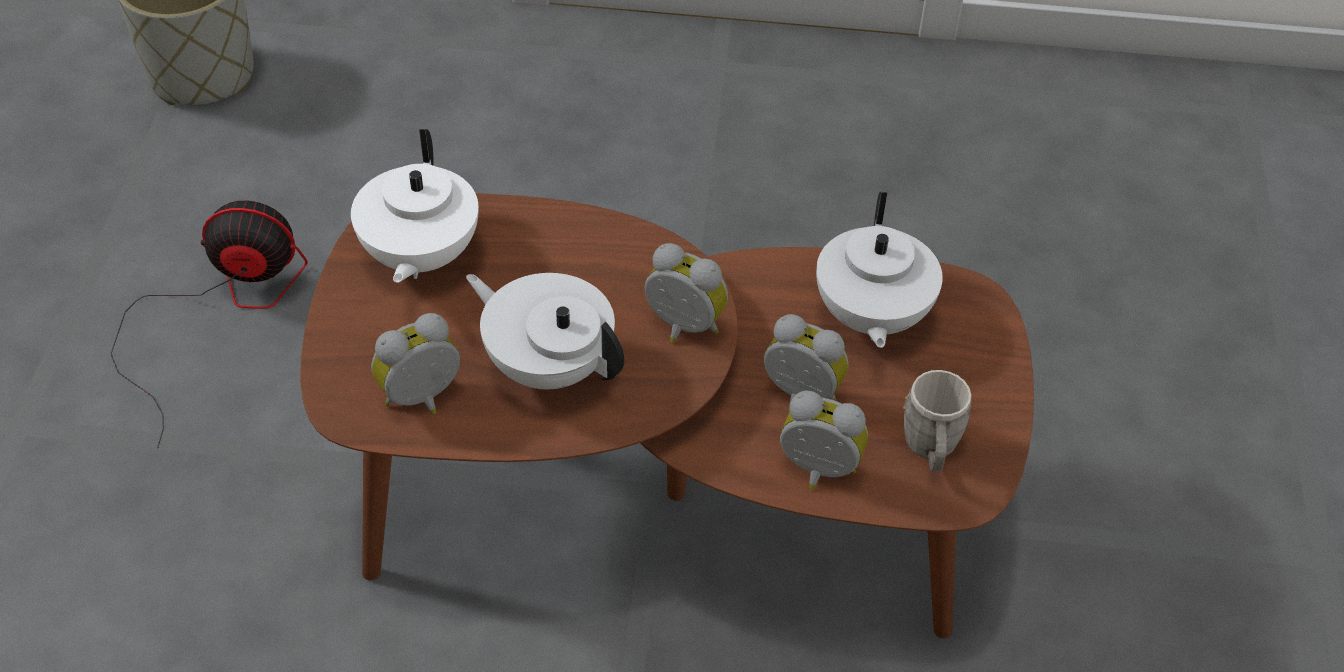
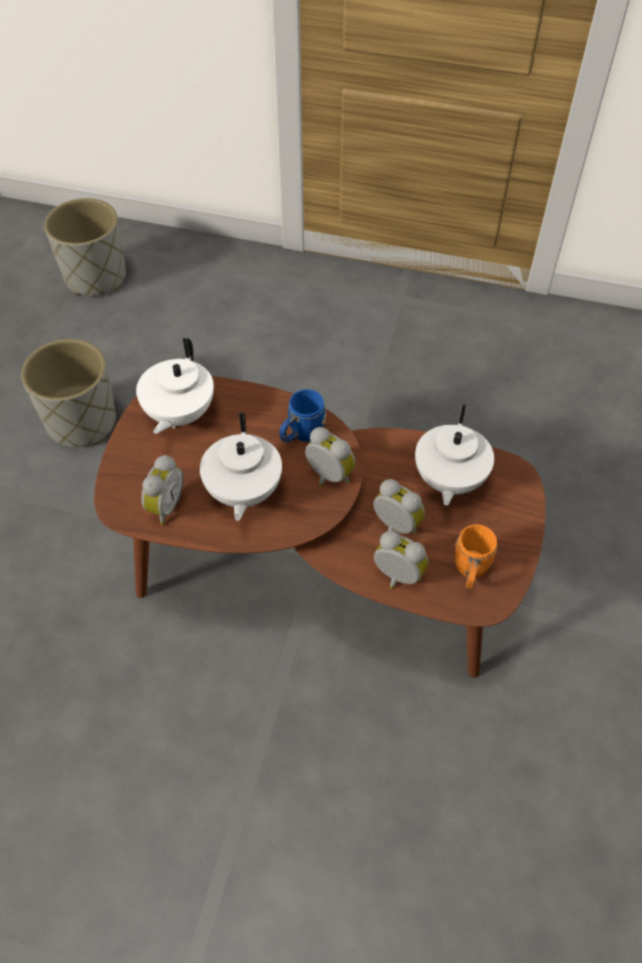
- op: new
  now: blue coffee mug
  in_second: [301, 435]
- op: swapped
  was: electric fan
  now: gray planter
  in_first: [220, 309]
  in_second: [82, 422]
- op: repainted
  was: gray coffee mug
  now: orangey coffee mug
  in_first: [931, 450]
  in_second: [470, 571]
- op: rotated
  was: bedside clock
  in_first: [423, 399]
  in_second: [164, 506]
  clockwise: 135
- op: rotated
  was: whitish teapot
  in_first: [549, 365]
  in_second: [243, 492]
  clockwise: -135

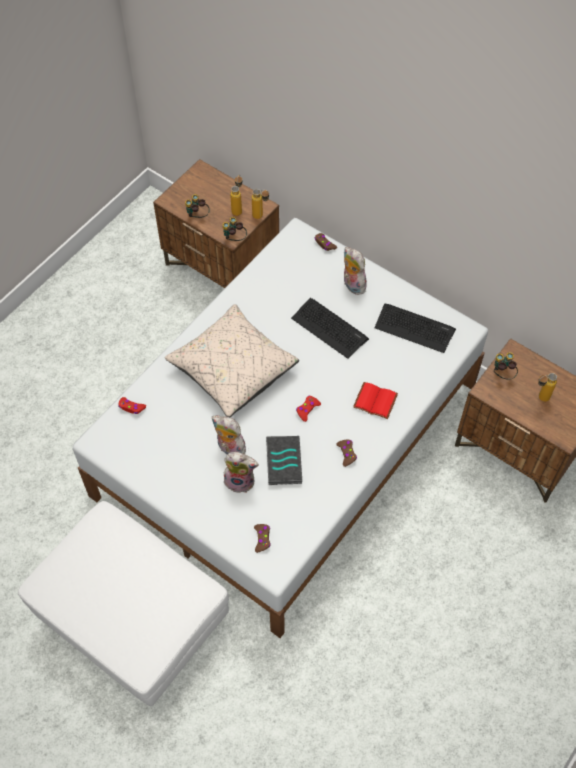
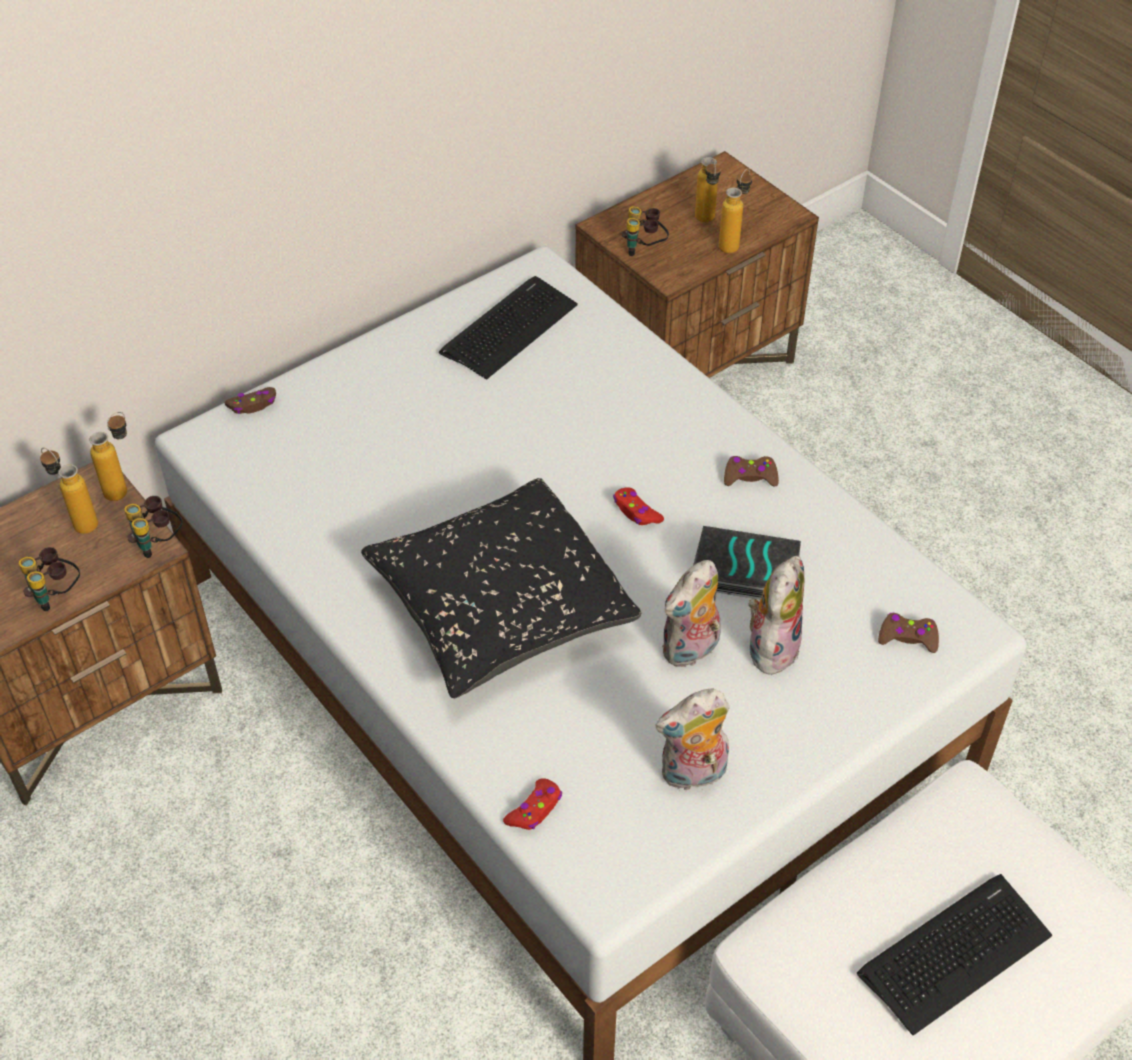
- op: gone
  was: reddish book
  in_first: [376, 400]
- op: new
  now: bottle
  in_second: [733, 243]
- op: shifted
  was: computer keyboard
  in_first: [329, 328]
  in_second: [954, 953]
- op: shifted
  was: plush toy
  in_first: [352, 285]
  in_second: [693, 775]
- op: repainted
  was: beige pillow
  now: black-coloured pillow
  in_first: [232, 369]
  in_second: [500, 609]

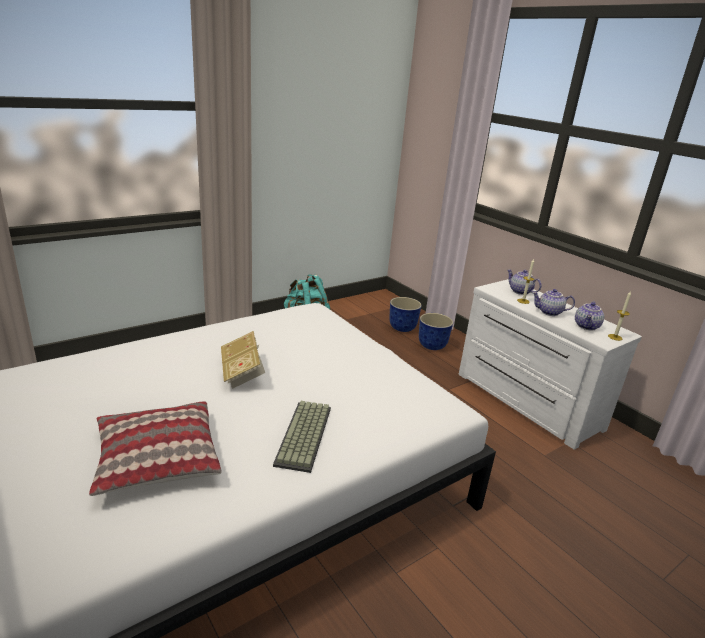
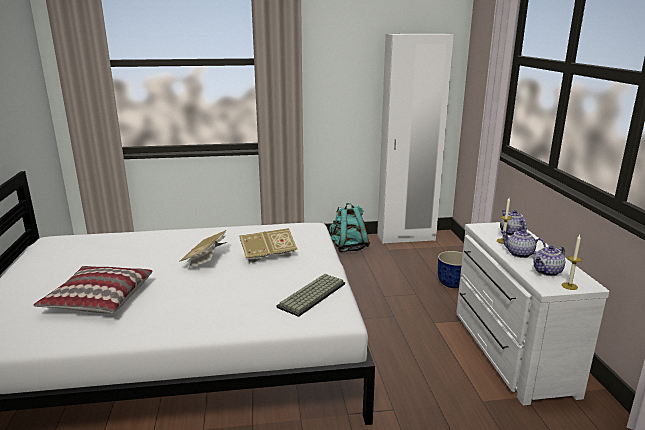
- op: gone
  was: planter
  in_first: [403, 328]
- op: new
  now: book
  in_second: [268, 256]
- op: new
  now: whitish wardrobe
  in_second: [406, 238]
- op: shifted
  was: computer keyboard
  in_first: [305, 436]
  in_second: [312, 296]

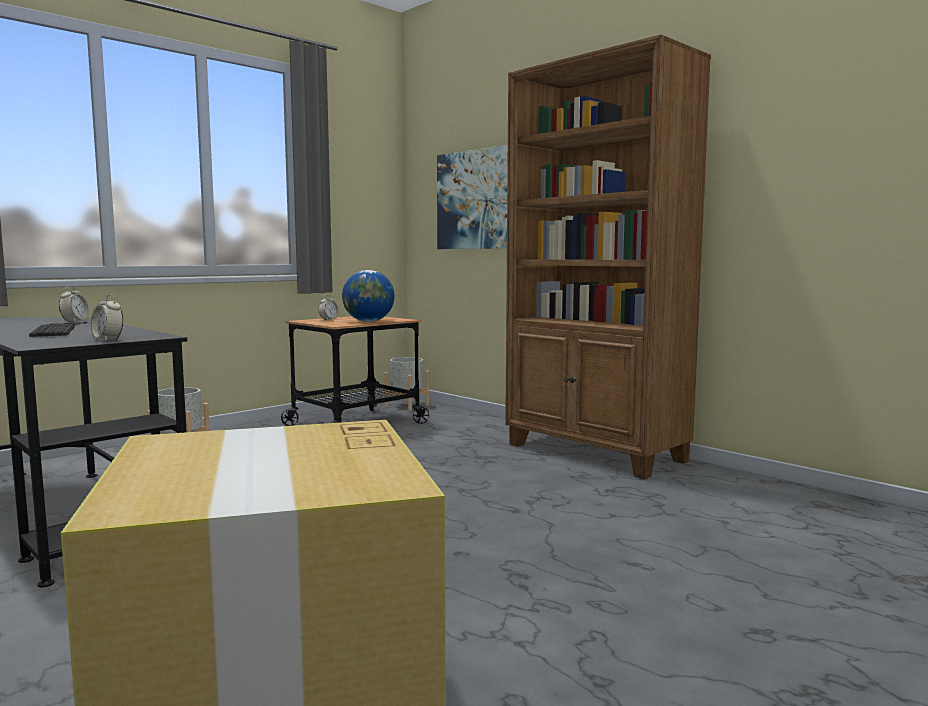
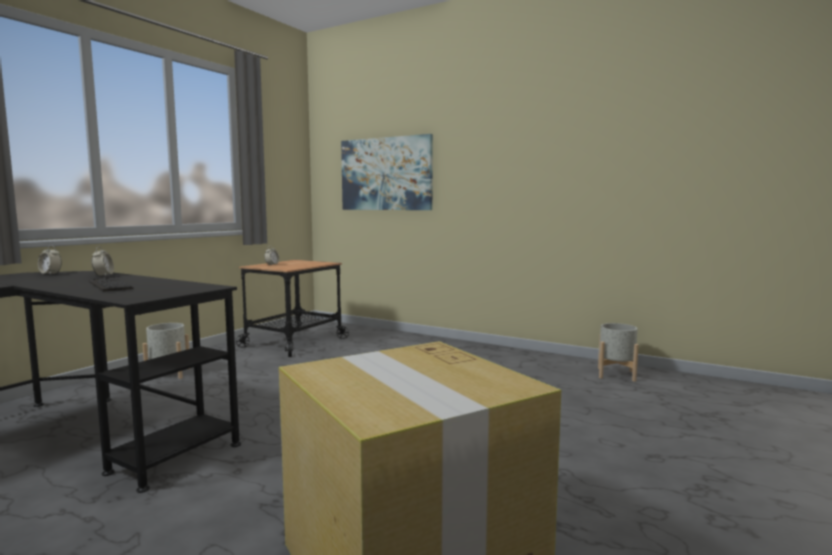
- op: gone
  was: world globe
  in_first: [368, 321]
- op: gone
  was: brown-coloured shelving unit
  in_first: [595, 453]
- op: shifted
  was: bedside clock
  in_first: [108, 340]
  in_second: [50, 274]
- op: shifted
  was: gray planter
  in_first: [407, 406]
  in_second: [616, 374]

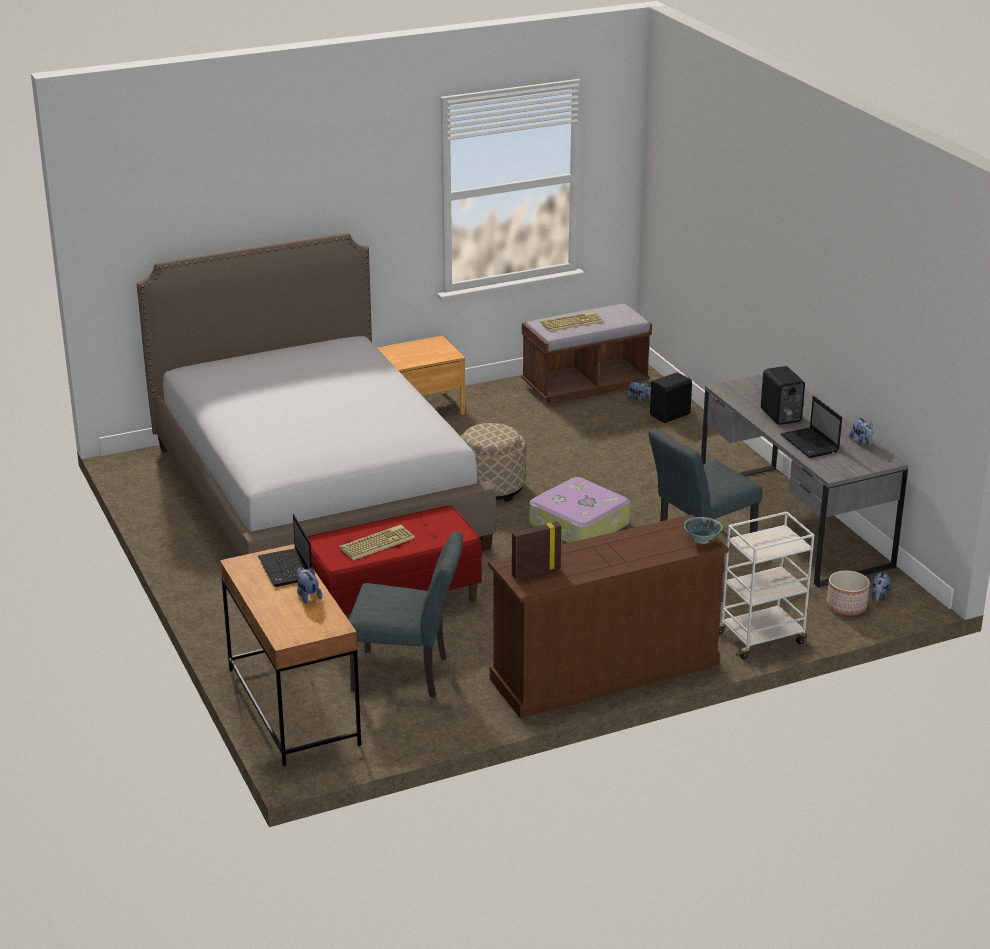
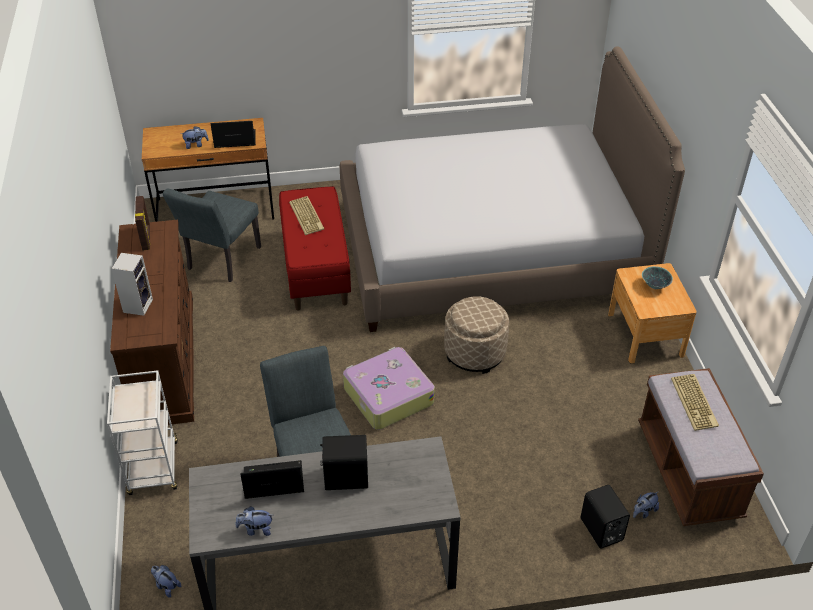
- op: gone
  was: planter
  in_first: [847, 607]
- op: new
  now: audio speaker
  in_second: [138, 305]
- op: shifted
  was: serving bowl
  in_first: [702, 540]
  in_second: [654, 286]

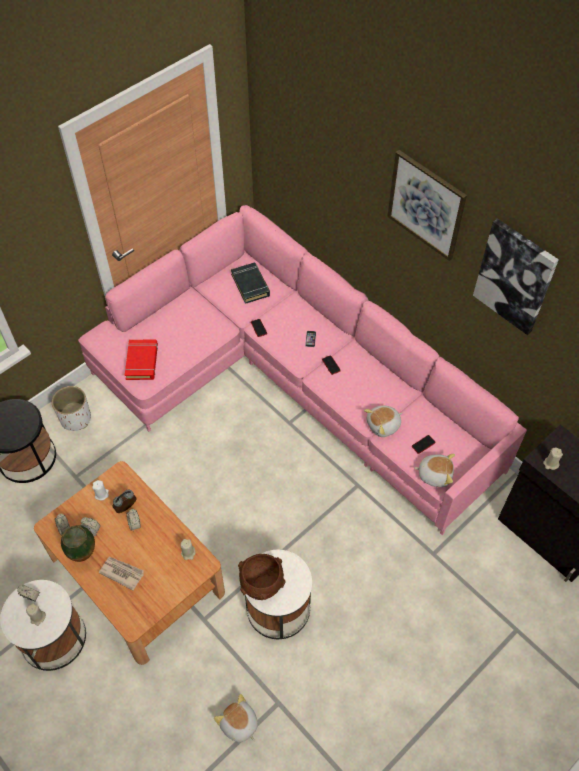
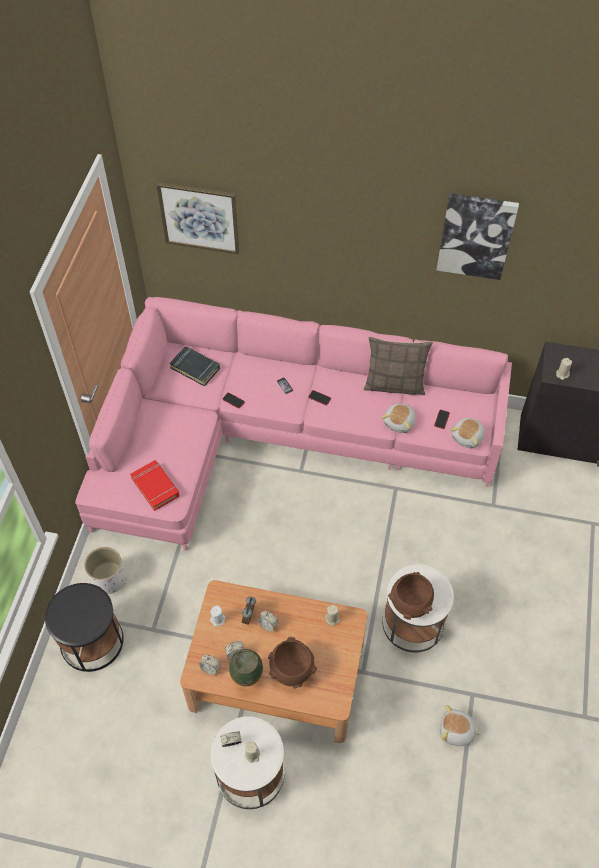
- op: new
  now: pillow
  in_second: [394, 384]
- op: shifted
  was: picture
  in_first: [426, 205]
  in_second: [199, 217]
- op: swapped
  was: daily paper
  now: brown-coloured serving bowl
  in_first: [121, 572]
  in_second: [291, 670]
- op: rotated
  was: plush toy
  in_first: [434, 474]
  in_second: [468, 437]
  clockwise: 150

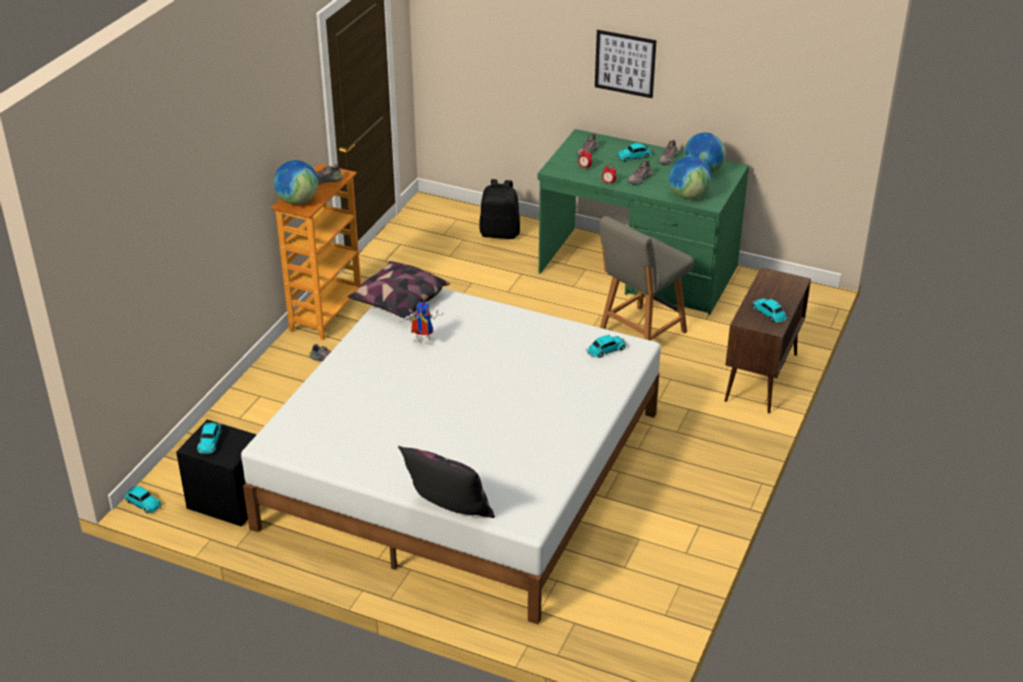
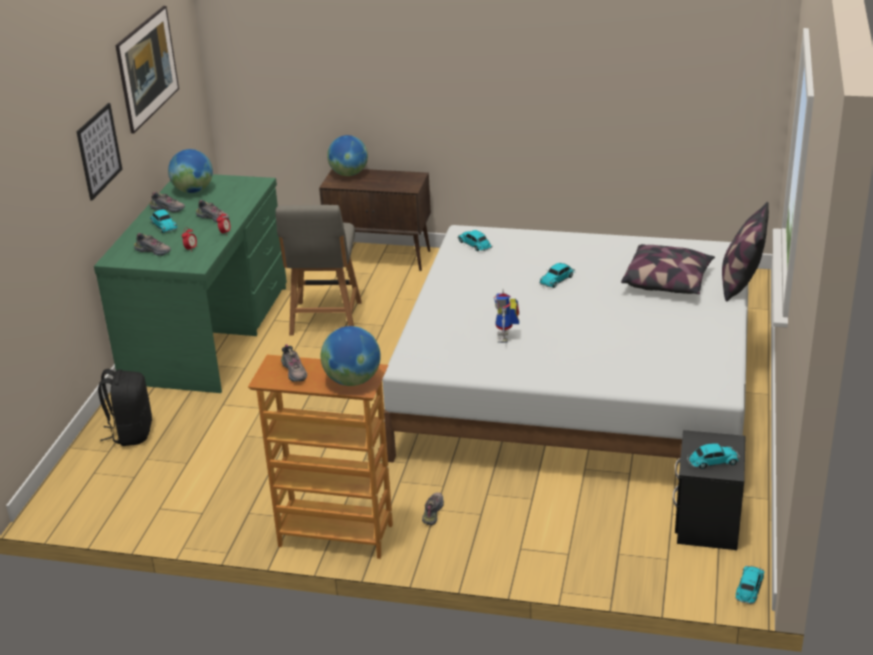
- op: new
  now: picture
  in_second: [151, 89]
- op: shifted
  was: pillow
  in_first: [399, 302]
  in_second: [667, 282]
- op: shifted
  was: world globe
  in_first: [688, 195]
  in_second: [348, 174]
- op: shifted
  was: model car
  in_first: [769, 314]
  in_second: [557, 279]
- op: rotated
  was: gray plain chair
  in_first: [640, 333]
  in_second: [325, 320]
  clockwise: 60

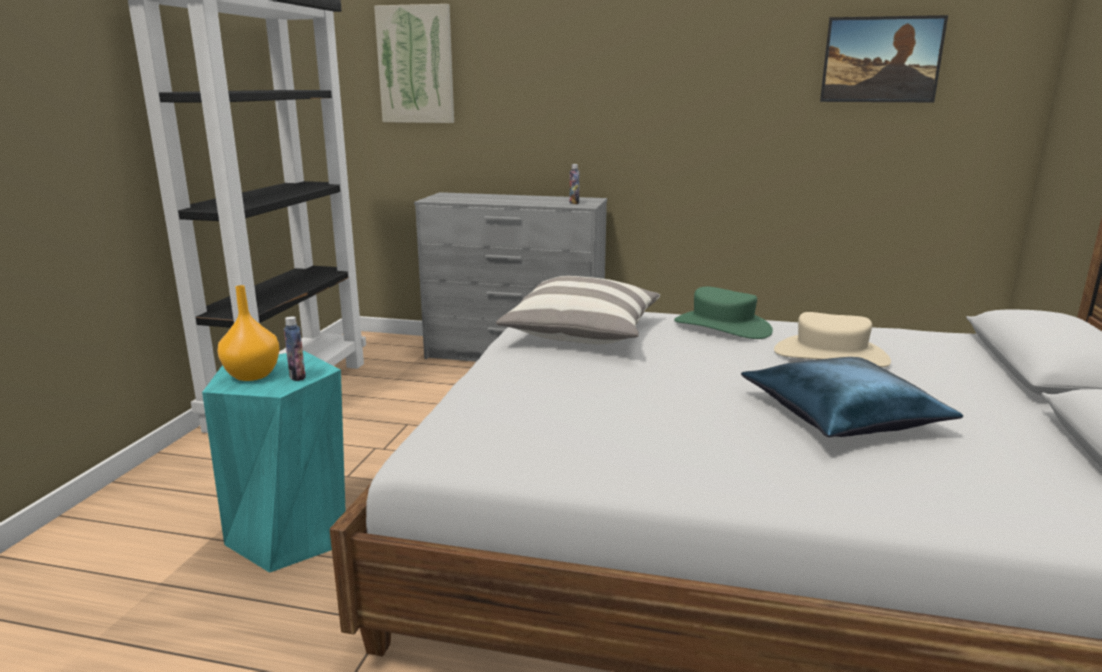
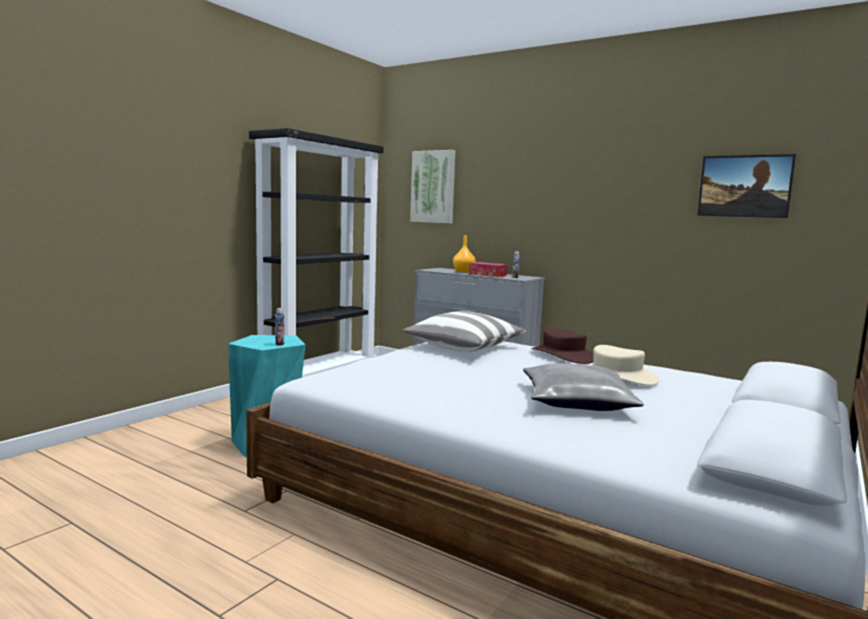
- op: new
  now: tissue holder
  in_second: [487, 275]
- op: shifted
  was: orangey flower vase
  in_first: [251, 375]
  in_second: [463, 271]
- op: repainted
  was: green hat
  now: brown-coloured hat
  in_first: [722, 326]
  in_second: [563, 355]
- op: repainted
  was: blue pillow
  now: gray pillow
  in_first: [843, 417]
  in_second: [577, 402]

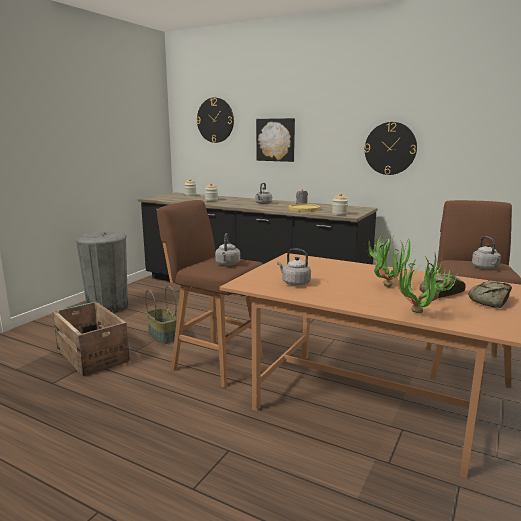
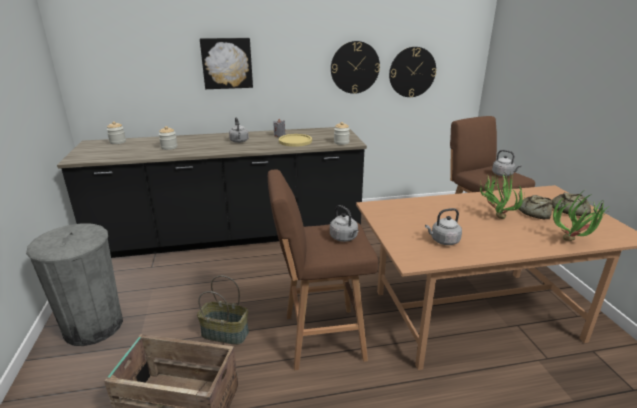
- op: shifted
  was: wall clock
  in_first: [215, 120]
  in_second: [412, 72]

